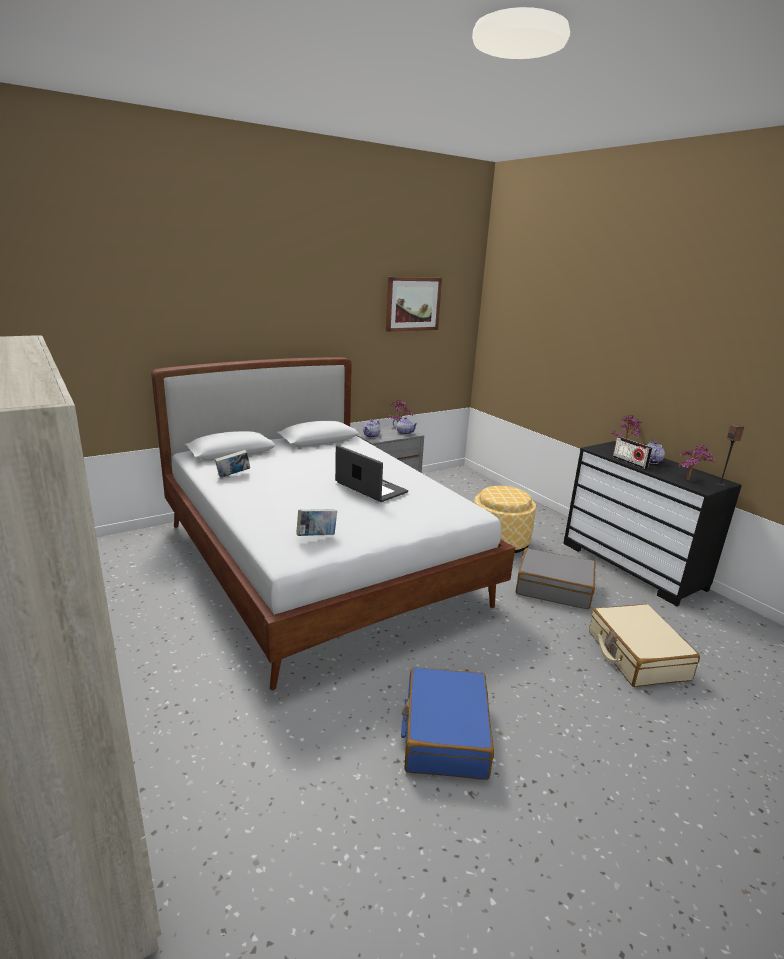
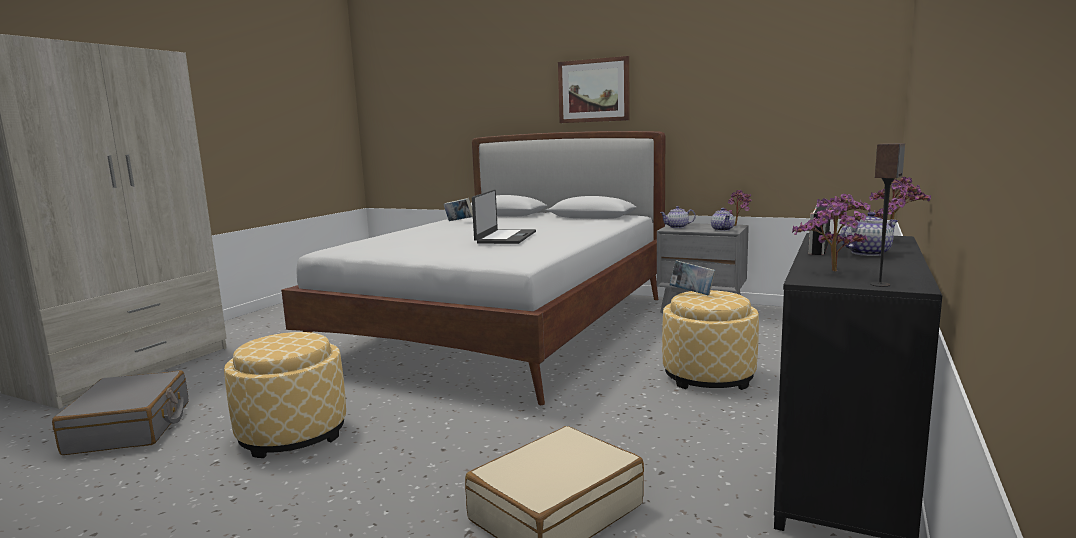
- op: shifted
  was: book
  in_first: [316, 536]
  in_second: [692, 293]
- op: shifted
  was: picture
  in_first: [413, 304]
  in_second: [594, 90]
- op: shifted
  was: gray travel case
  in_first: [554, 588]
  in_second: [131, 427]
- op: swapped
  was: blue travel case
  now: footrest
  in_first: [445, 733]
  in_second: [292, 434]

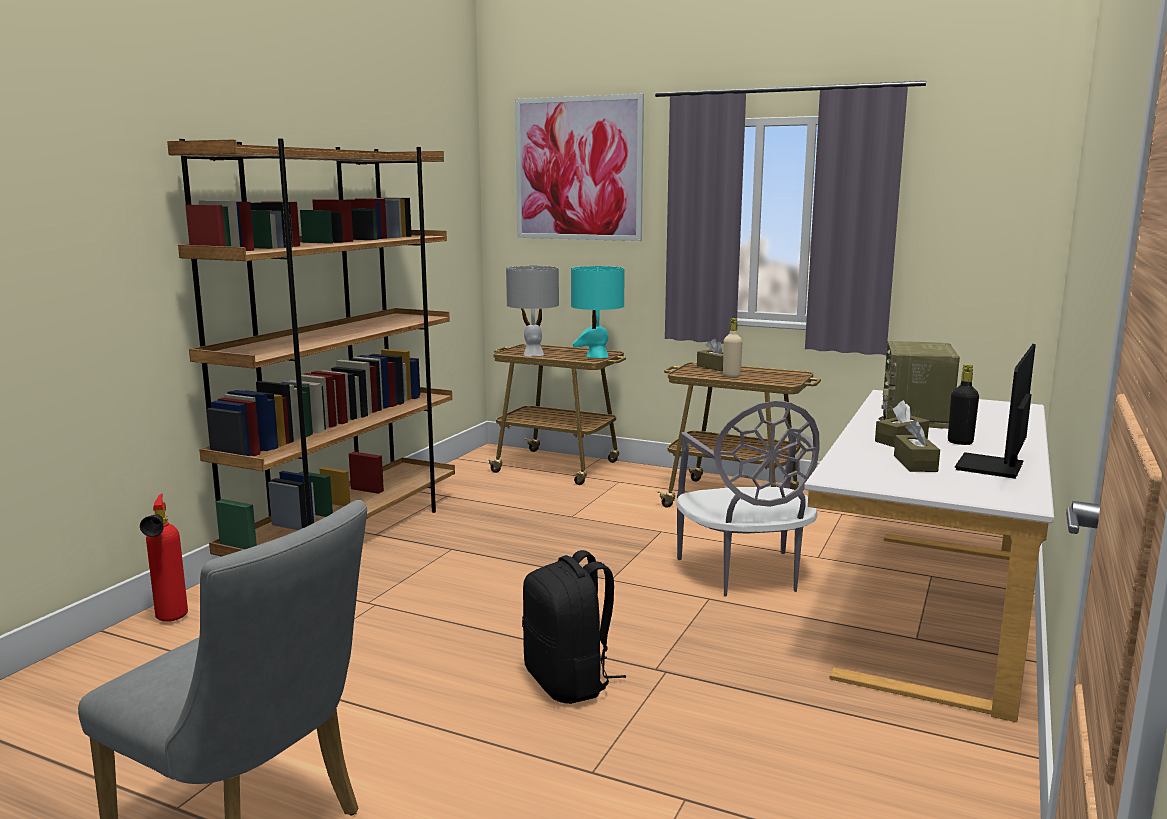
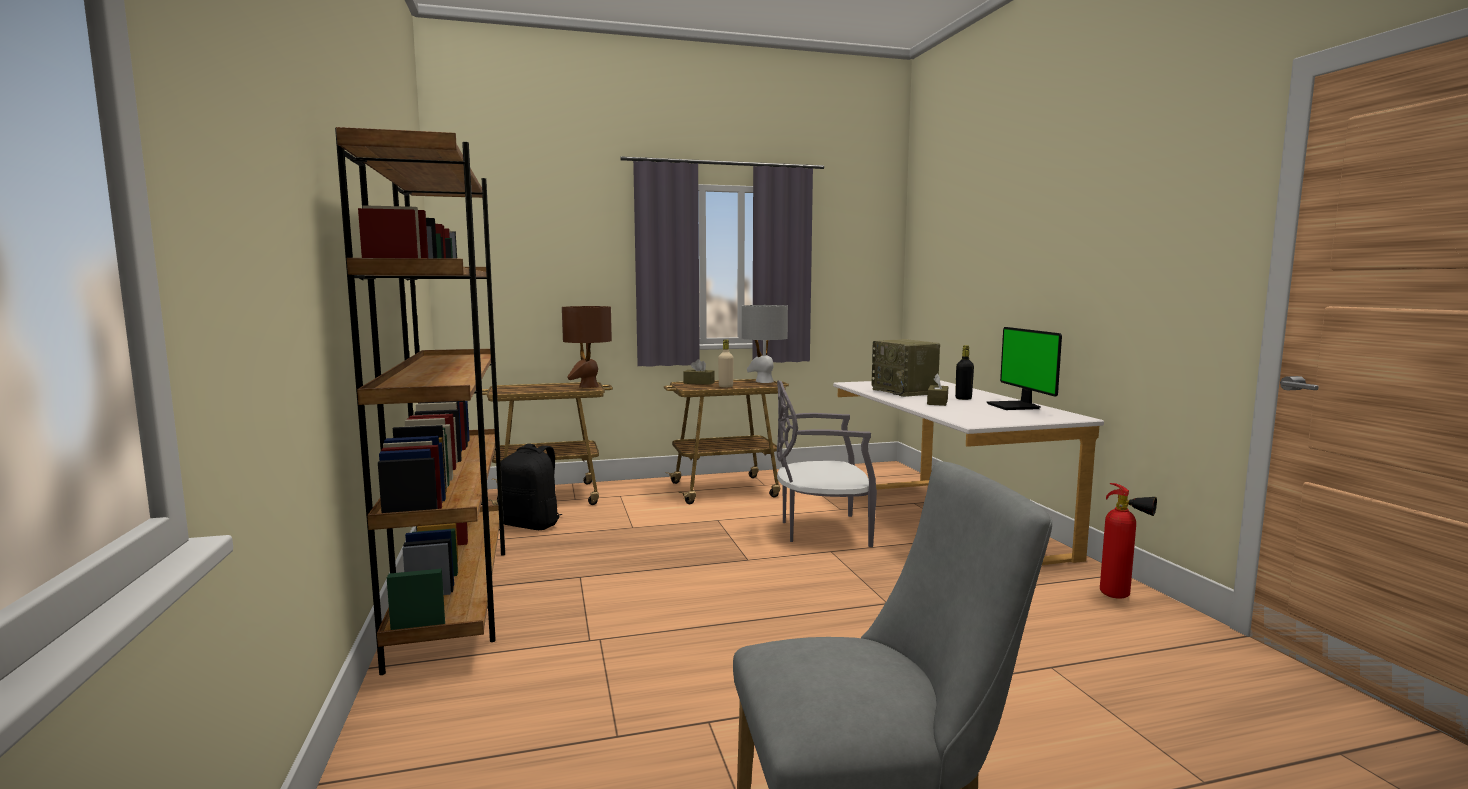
- op: gone
  was: picture
  in_first: [578, 169]
- op: gone
  was: brown-coloured tissue holder
  in_first: [915, 464]
- op: shifted
  was: extinguisher
  in_first: [170, 621]
  in_second: [1121, 597]
- op: shifted
  was: gray table lamp
  in_first: [533, 354]
  in_second: [764, 381]
- op: shifted
  was: black-coloured rucksack
  in_first: [569, 683]
  in_second: [531, 524]
- op: repainted
  was: blue-green table lamp
  now: brown-coloured table lamp
  in_first: [597, 356]
  in_second: [588, 386]
- op: rotated
  was: gray plain chair
  in_first: [745, 574]
  in_second: [822, 531]
  clockwise: 135

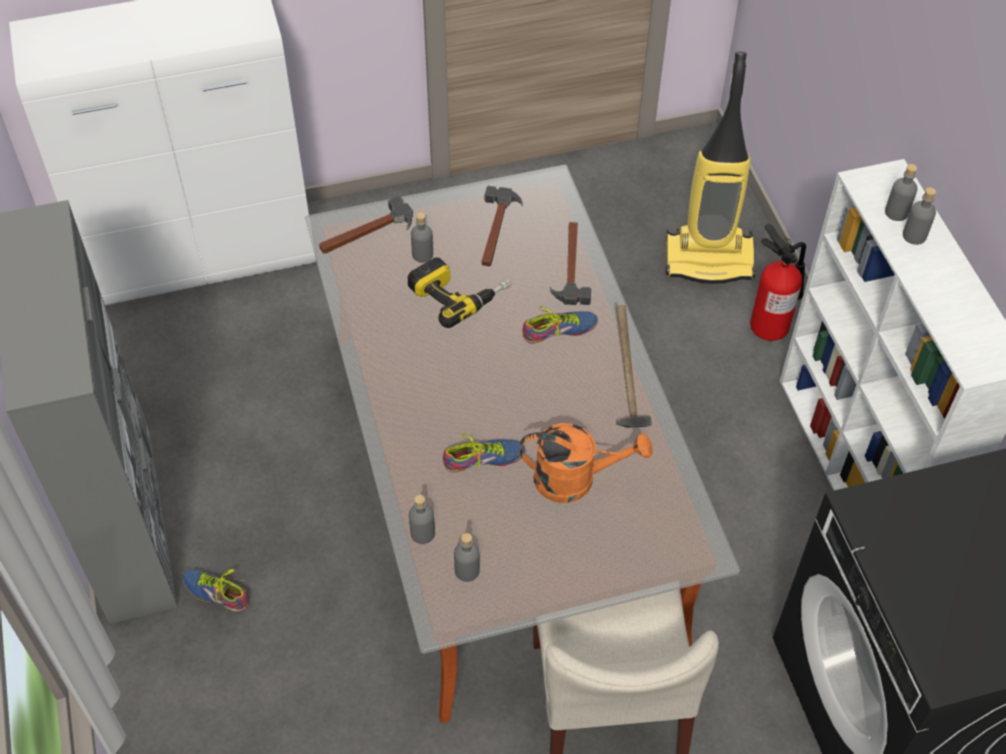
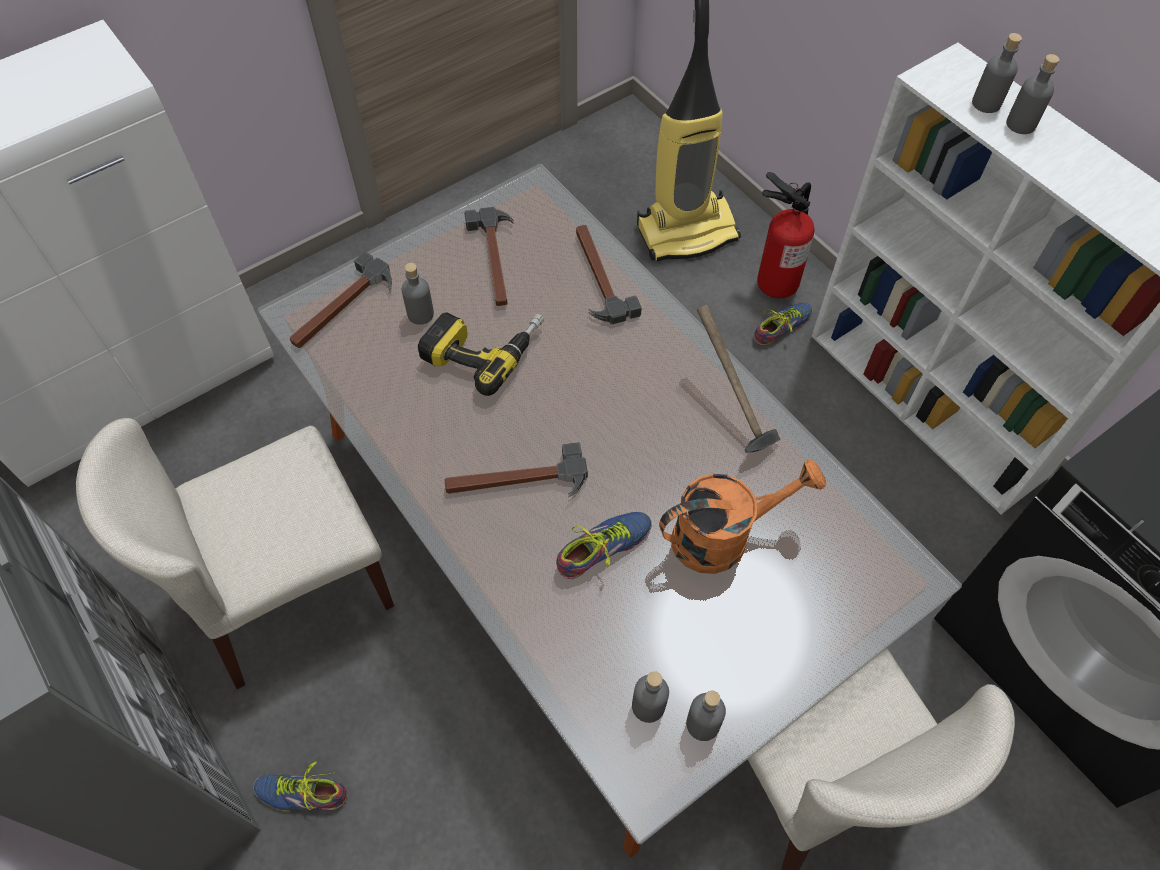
- op: new
  now: beige plain chair
  in_second: [289, 590]
- op: new
  now: hammer
  in_second: [516, 481]
- op: shifted
  was: gray bottle
  in_first: [422, 533]
  in_second: [702, 724]
- op: shifted
  was: low shoe
  in_first: [560, 332]
  in_second: [783, 328]

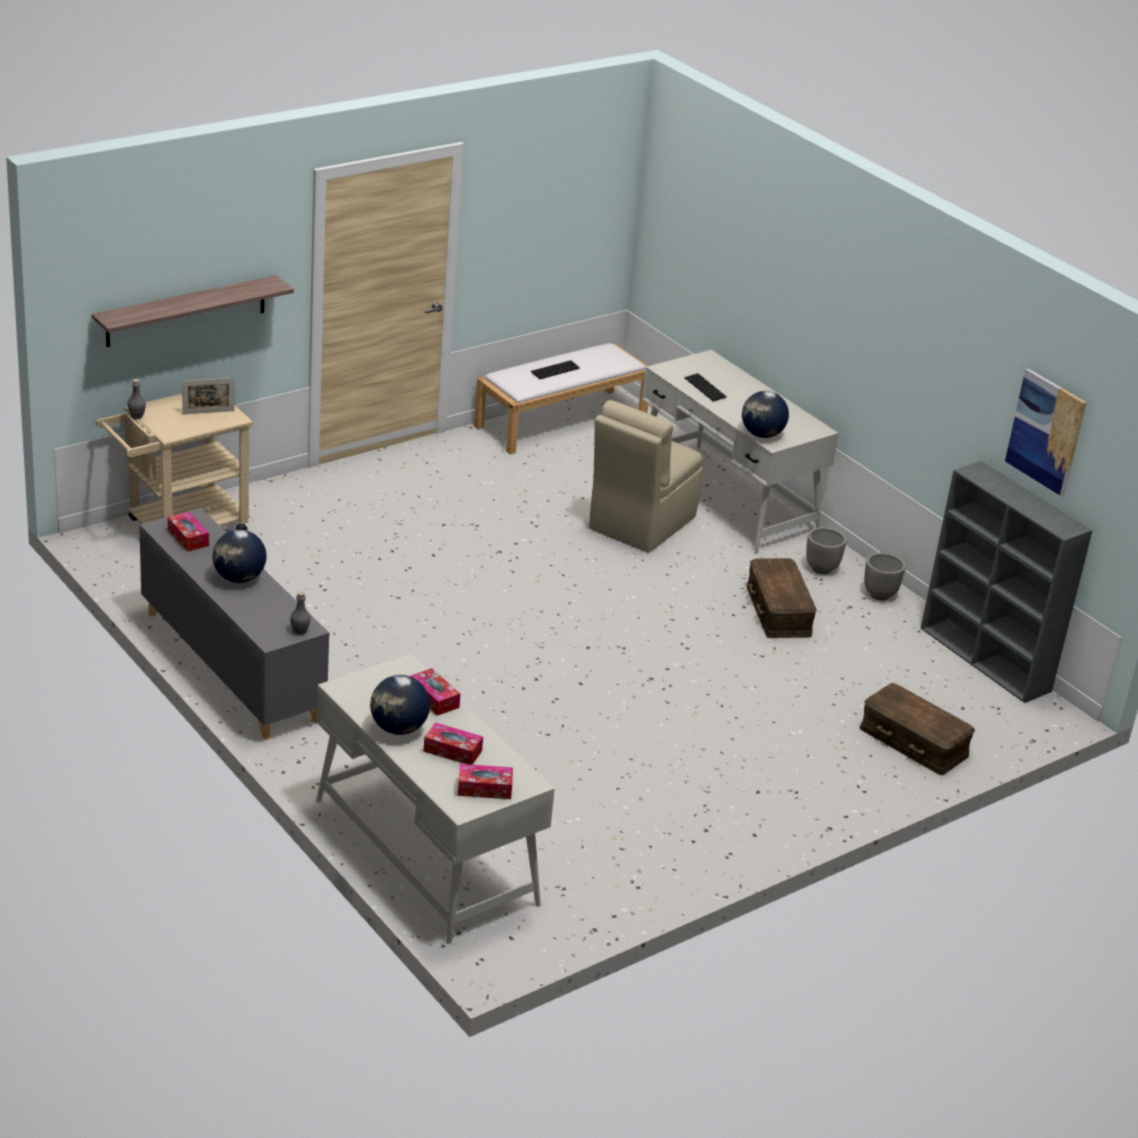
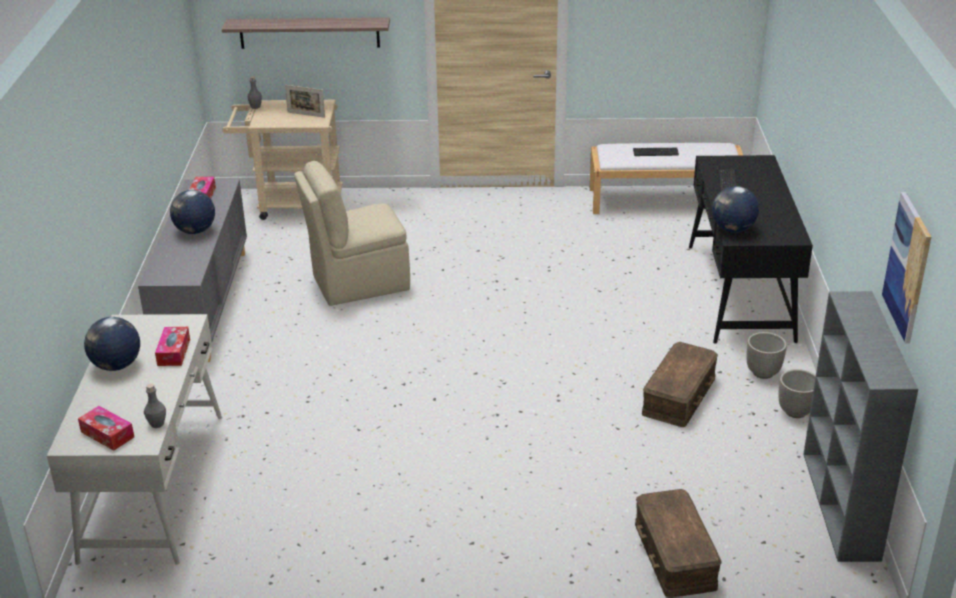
- op: gone
  was: tissue holder
  in_first: [452, 751]
- op: shifted
  was: gray bottle
  in_first: [300, 631]
  in_second: [157, 424]
- op: shifted
  was: beige plain chair
  in_first: [640, 524]
  in_second: [358, 283]
- op: repainted
  was: whitish desk table
  now: black-coloured desk table
  in_first: [726, 498]
  in_second: [739, 292]

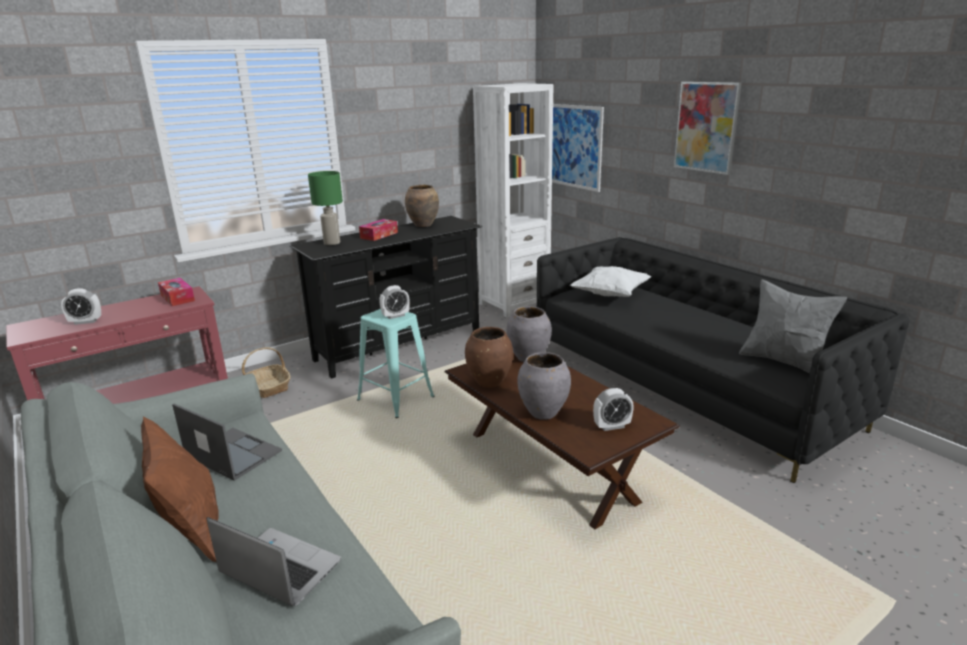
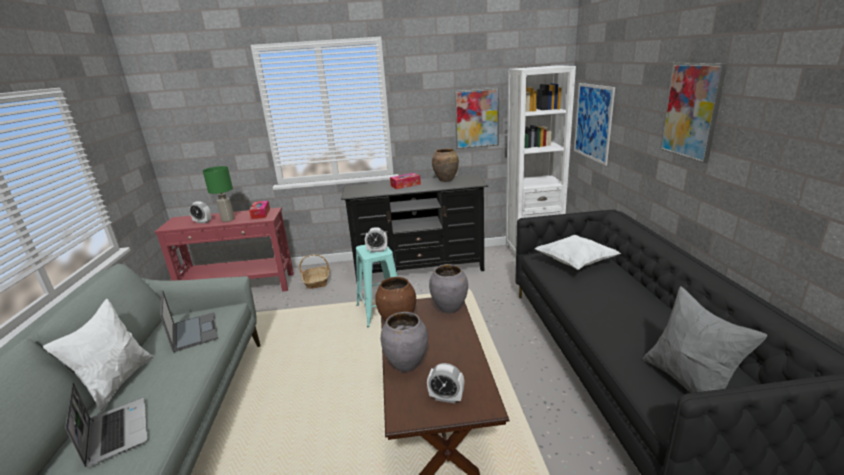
- op: new
  now: picture
  in_second: [476, 118]
- op: shifted
  was: green table lamp
  in_first: [332, 243]
  in_second: [228, 220]
- op: repainted
  was: brown-coloured pillow
  now: whitish pillow
  in_first: [192, 533]
  in_second: [117, 382]

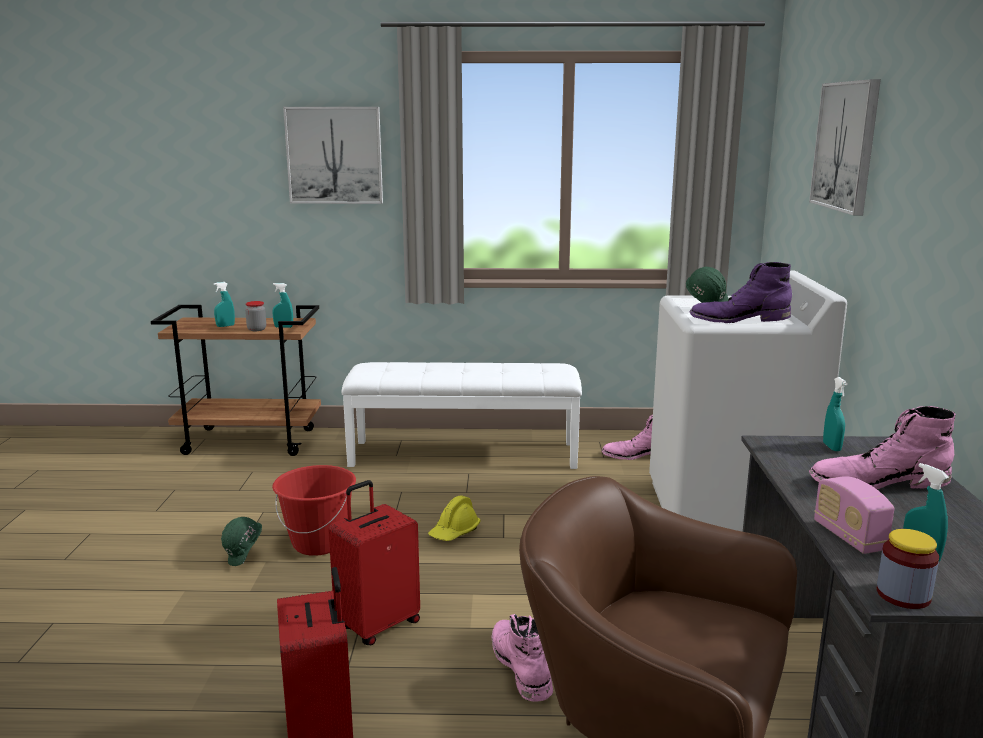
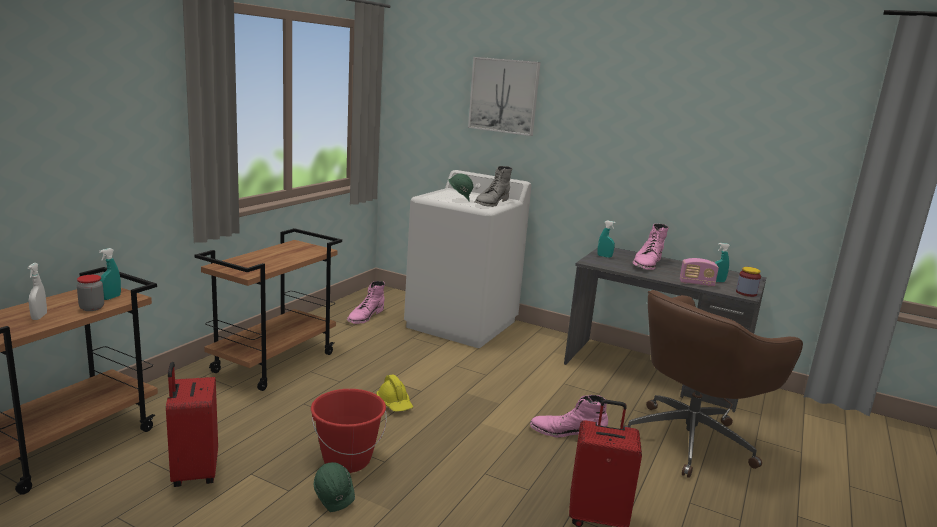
- op: gone
  was: picture
  in_first: [334, 155]
- op: shifted
  was: reddish travel case
  in_first: [377, 624]
  in_second: [193, 472]
- op: swapped
  was: whitish indoor bench
  now: brown-coloured wheeled cart
  in_first: [464, 454]
  in_second: [274, 362]
- op: repainted
  was: blue-green spray bottle
  now: whitish spray bottle
  in_first: [225, 326]
  in_second: [39, 317]
- op: repainted
  was: purplish boot
  now: gray boot
  in_first: [739, 319]
  in_second: [491, 203]

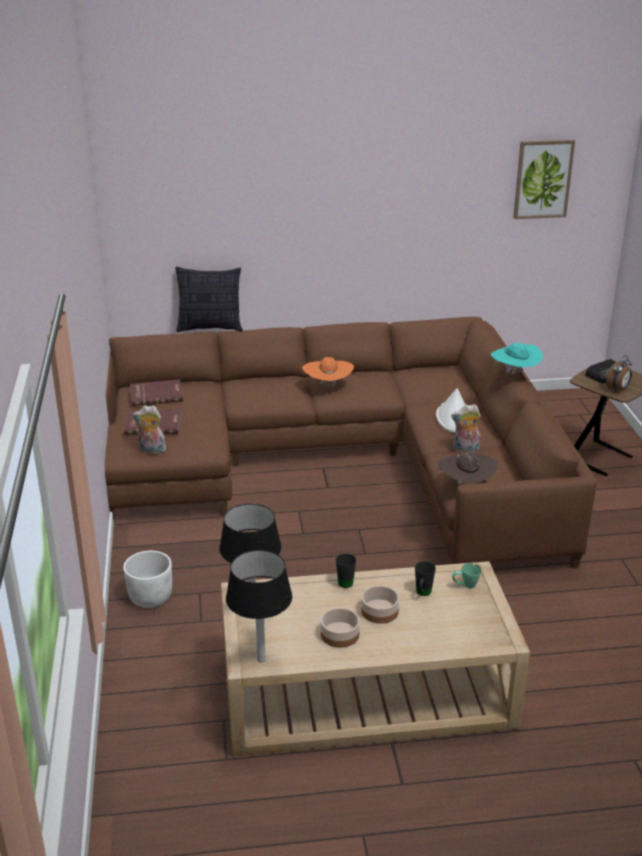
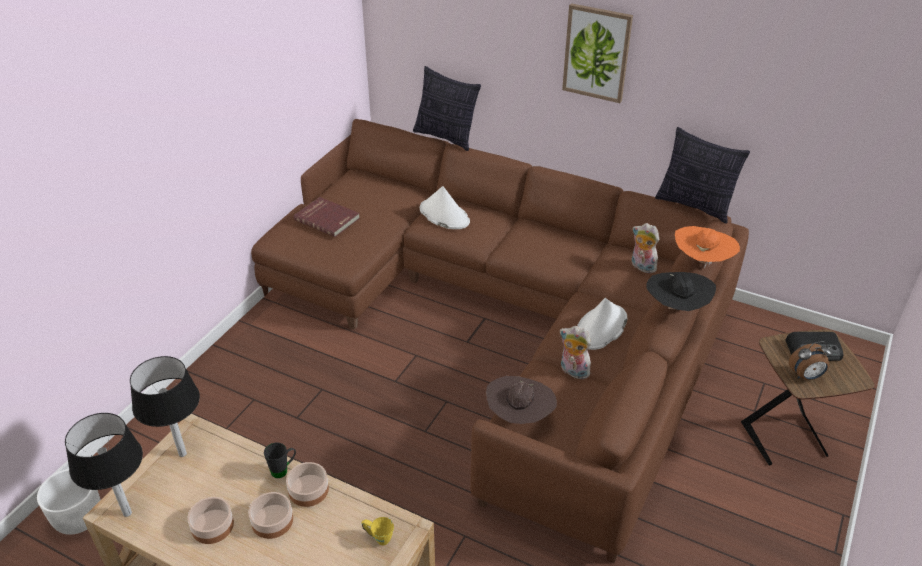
- op: gone
  was: reddish book
  in_first: [156, 394]
- op: gone
  was: black-coloured coffee mug
  in_first: [422, 594]
- op: new
  now: serving bowl
  in_second: [309, 489]
- op: new
  now: whitish hat
  in_second: [444, 215]
- op: new
  now: pillow
  in_second: [694, 206]
- op: shifted
  was: whitish planter
  in_first: [150, 597]
  in_second: [79, 517]
- op: shifted
  was: plush toy
  in_first: [151, 451]
  in_second: [641, 267]
- op: shifted
  was: orangey hat
  in_first: [328, 386]
  in_second: [702, 262]
- op: shifted
  was: picture
  in_first: [543, 179]
  in_second: [597, 53]
- op: repainted
  was: green coffee mug
  now: yellow coffee mug
  in_first: [465, 586]
  in_second: [378, 538]
- op: repainted
  was: blue-green hat
  now: black-coloured hat
  in_first: [515, 374]
  in_second: [676, 309]

